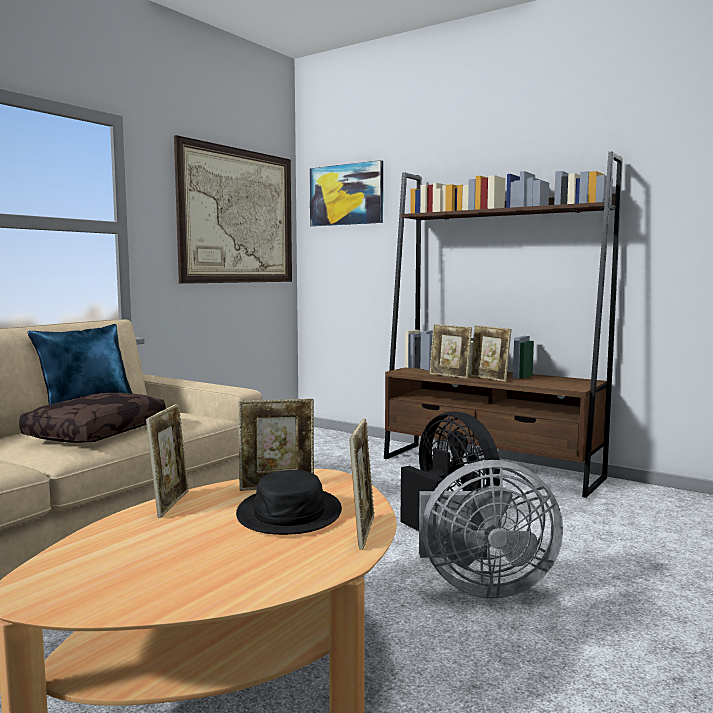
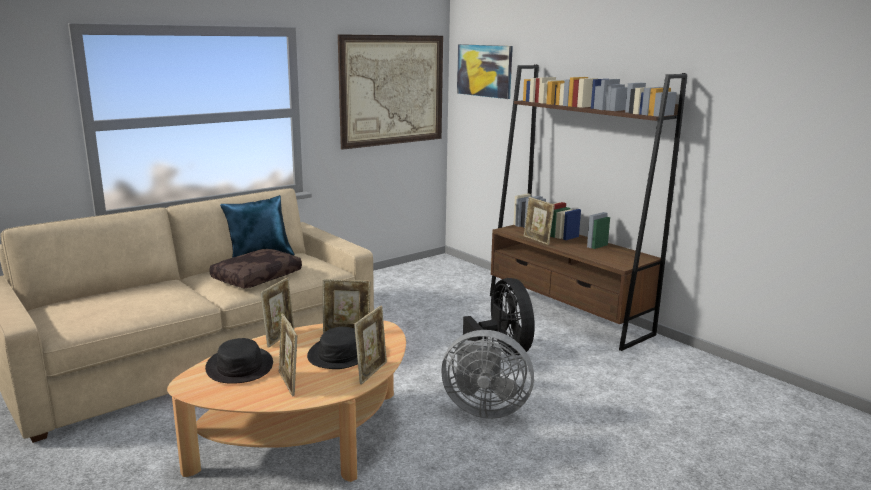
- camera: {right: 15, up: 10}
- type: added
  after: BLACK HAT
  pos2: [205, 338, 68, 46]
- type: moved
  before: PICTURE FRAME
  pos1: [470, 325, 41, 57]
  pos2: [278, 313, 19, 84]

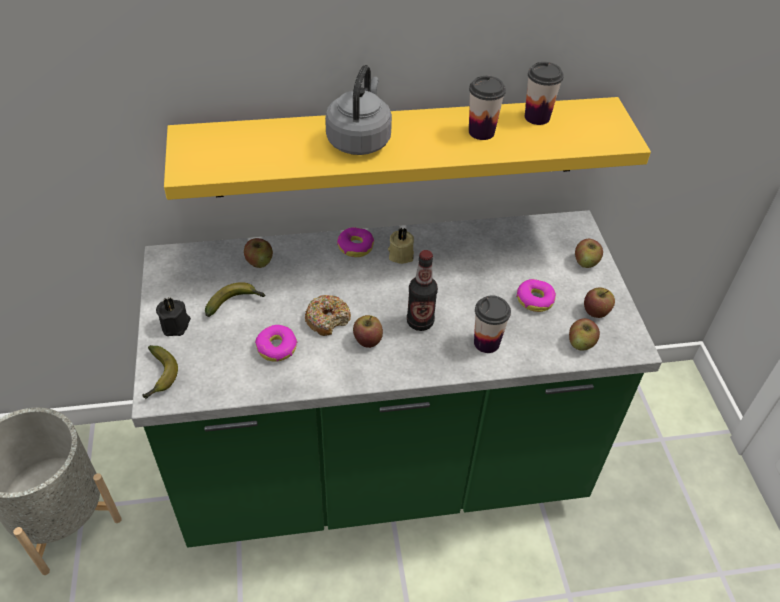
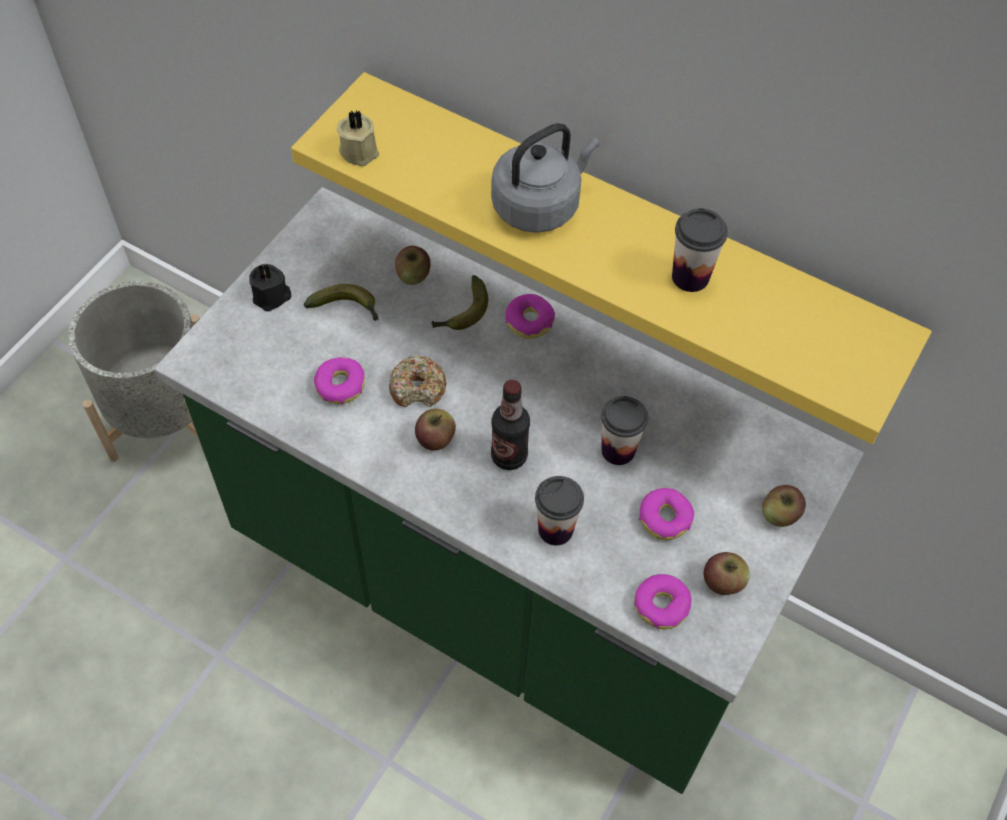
- camera: {right: 40, up: 10}
- type: moved
  before: BEIGE CANDLE
  pos1: [388, 228, 26, 36]
  pos2: [337, 110, 42, 57]
- type: moved
  before: BANANA
  pos1: [142, 345, 36, 54]
  pos2: [431, 275, 57, 55]
- type: moved
  before: CUP
  pos1: [525, 62, 39, 63]
  pos2: [601, 396, 47, 69]
- type: replaced
  before: APPLE
  after: DONUT
  pos1: [569, 318, 31, 32]
  pos2: [634, 574, 58, 56]

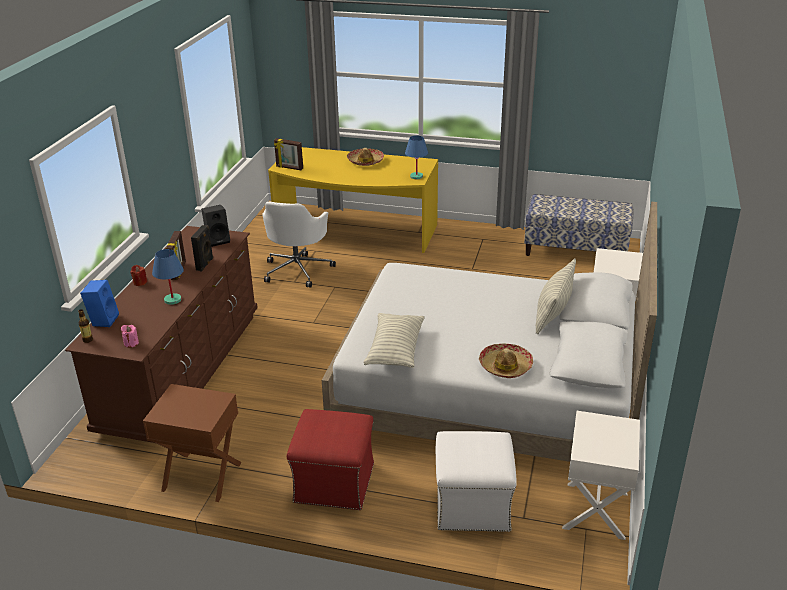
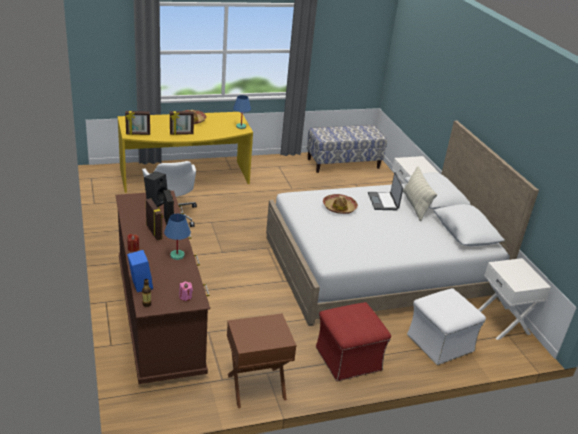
- camera: {right: -35, up: 0}
- type: added
  after: PICTURE FRAME
  pos2: [170, 111, 24, 24]
- type: moved
  before: HAT
  pos1: [479, 343, 54, 35]
  pos2: [323, 194, 35, 20]
- type: added
  after: LAPTOP
  pos2: [368, 172, 35, 38]
- type: removed
  before: PILLOW
  pos1: [364, 313, 61, 55]

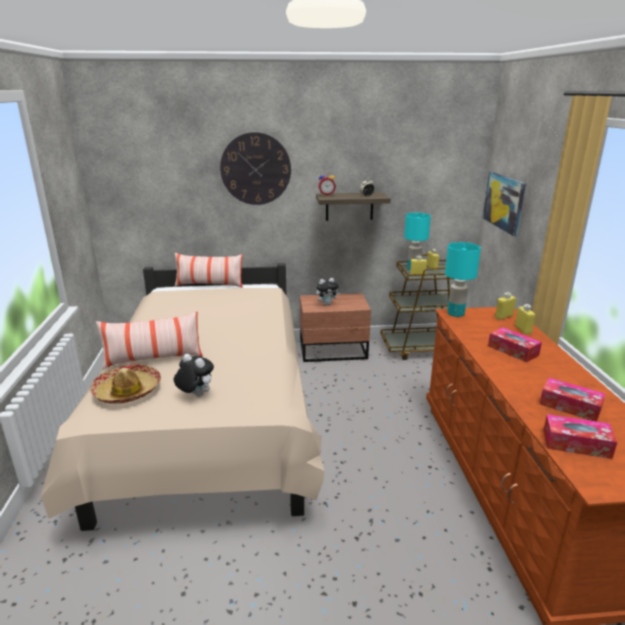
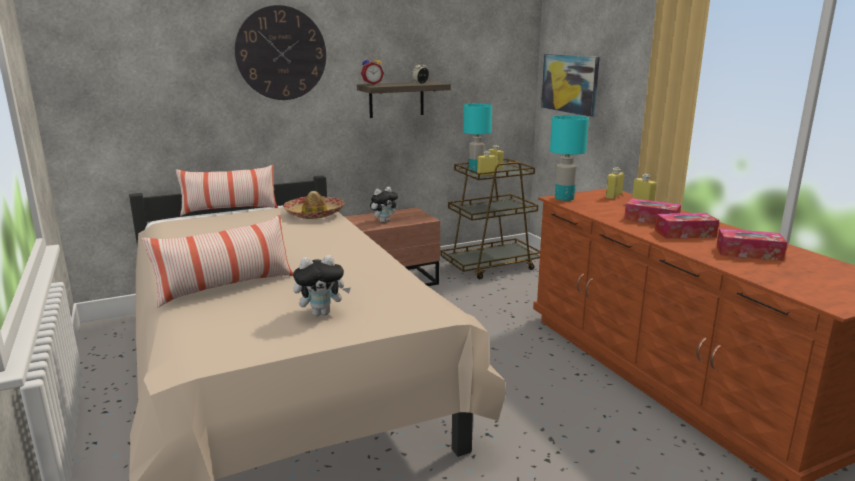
- camera: {right: -20, up: -5}
- type: moved
  before: HAT
  pos1: [90, 364, 71, 40]
  pos2: [283, 191, 62, 28]
- type: turned
  before: PLUSH TOY
  pos1: [174, 354, 40, 43]
  pos2: [293, 255, 58, 61]
  turn: 150
- type: moved
  before: TISSUE BOX
  pos1: [543, 414, 74, 45]
  pos2: [655, 213, 64, 26]

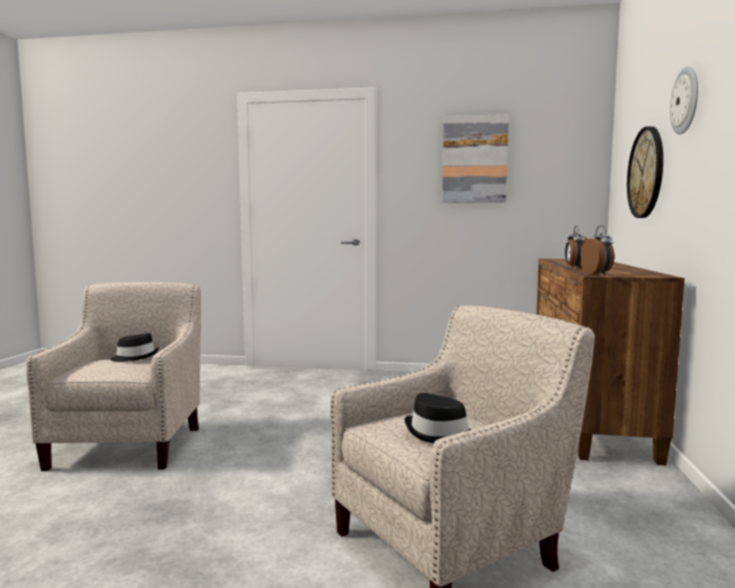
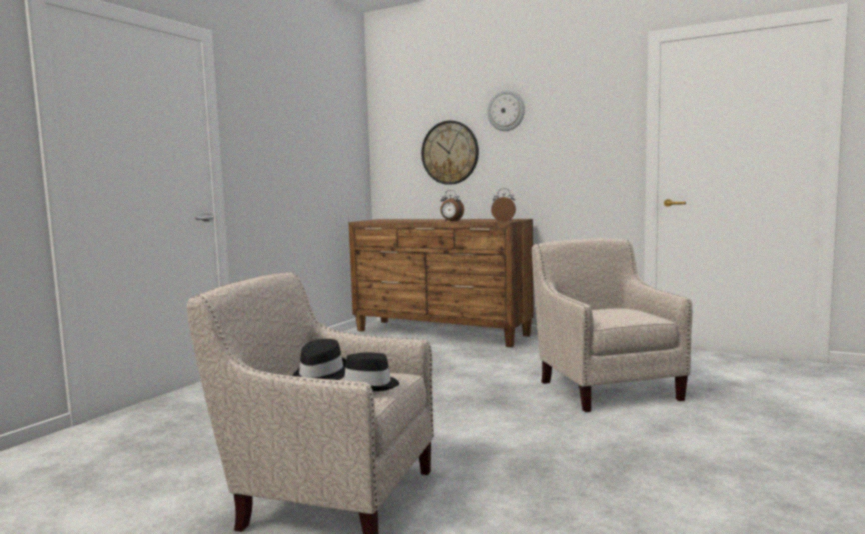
- camera: {right: -70, up: 0}
- type: moved
  before: BLACK HAT
  pos1: [404, 393, 67, 50]
  pos2: [344, 352, 55, 39]
- type: removed
  before: PICTURE
  pos1: [442, 114, 67, 89]

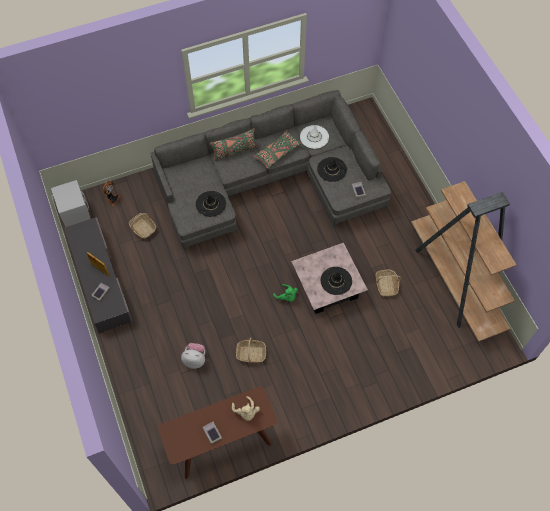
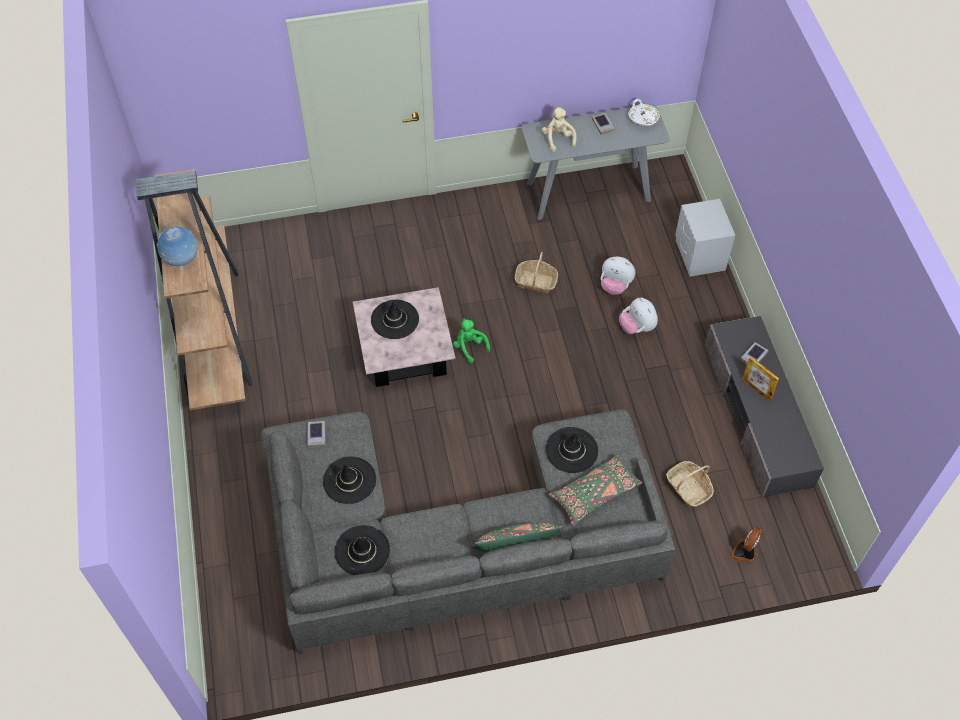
- camera: {right: -170, up: -5}
- type: added
  after: GLOBE
  pos2: [157, 226, 41, 40]
- type: recoloured
  before: WHITE HAT
  after: BLACK HAT
  pos1: [300, 125, 29, 24]
  pos2: [335, 525, 55, 50]
- type: recoloured
  before: BROWN CONSOLE TABLE
  after: GREY CONSOLE TABLE
  pos1: [158, 386, 119, 93]
  pos2: [522, 104, 148, 116]
- type: moved
  before: GREEN PILLOW
  pos1: [253, 130, 49, 39]
  pos2: [549, 455, 93, 71]
- type: added
  after: PLUSH TOY
  pos2: [619, 298, 39, 36]
- type: added
  after: WHITE BOWL
  pos2: [629, 99, 31, 27]
- type: moved
  before: GREY NIGHTSTAND
  pos1: [51, 180, 40, 47]
  pos2: [675, 199, 60, 78]
- type: removed
  before: BASKET
  pos1: [375, 269, 26, 27]

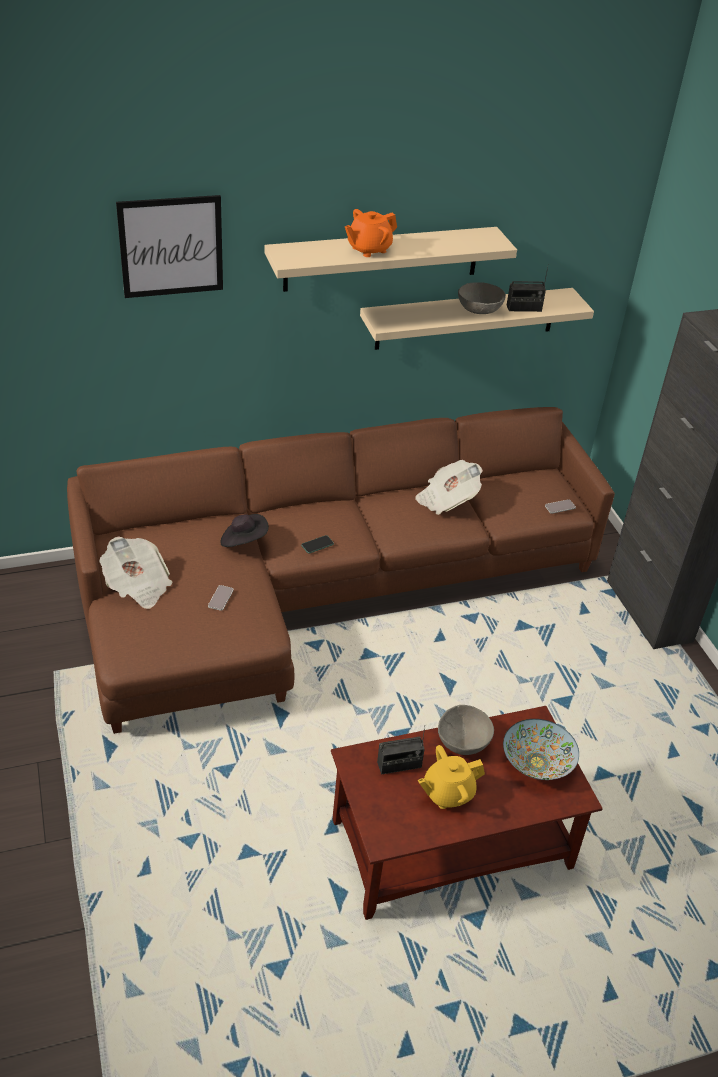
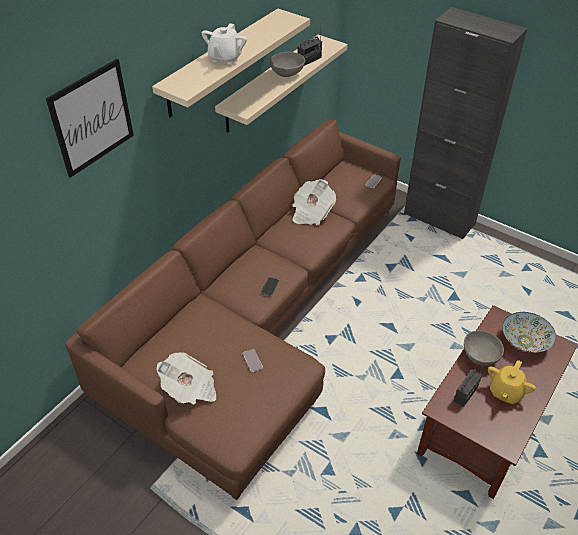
- camera: {right: -35, up: 5}
- type: recoloured
  before: ORANGE TEAPOT
  after: WHITE TEAPOT
  pos1: [345, 209, 52, 48]
  pos2: [202, 23, 45, 42]
- type: removed
  before: BLACK HAT
  pos1: [220, 514, 49, 33]

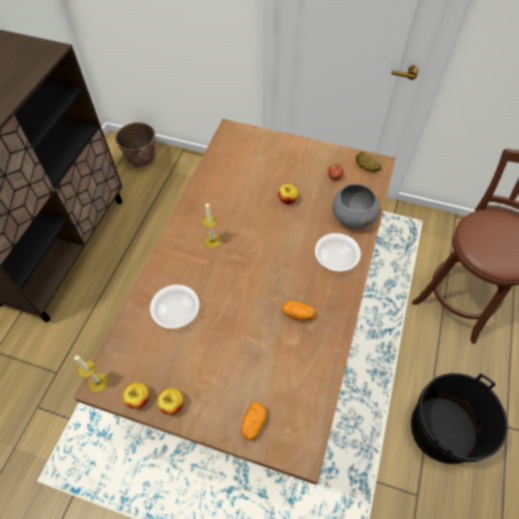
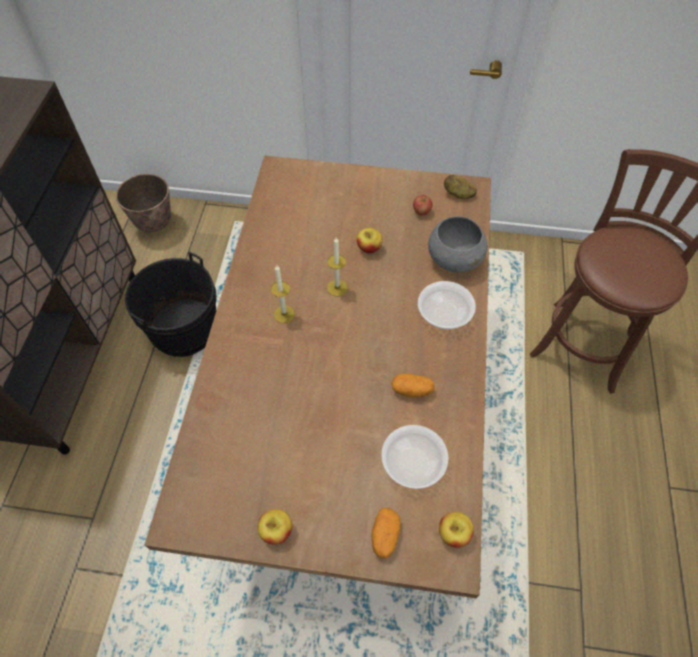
- camera: {right: -10, up: 0}
- type: moved
  before: BLACK BUCKET
  pos1: [411, 373, 97, 91]
  pos2: [125, 252, 92, 105]
- type: moved
  before: CANDLE
  pos1: [74, 355, 34, 37]
  pos2: [327, 237, 21, 59]
- type: moved
  before: BOWL
  pos1: [150, 285, 49, 44]
  pos2: [381, 425, 67, 64]
- type: moved
  before: APPLE
  pos1: [123, 382, 27, 27]
  pos2: [439, 512, 35, 35]

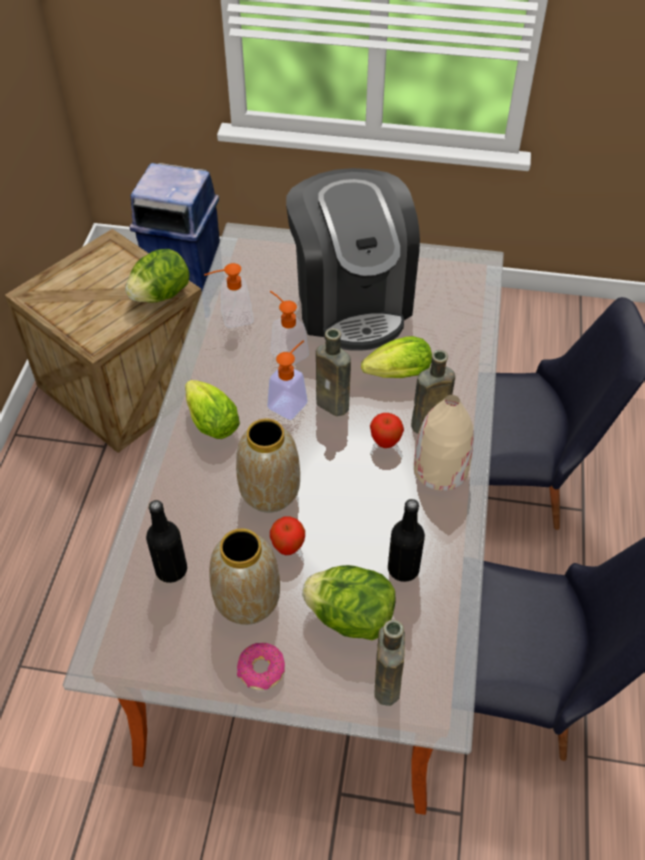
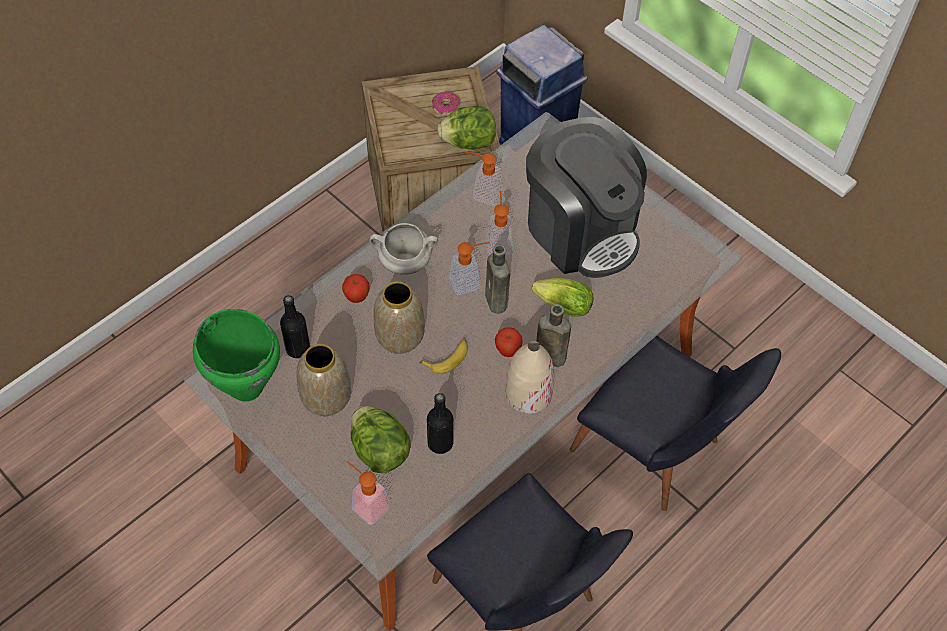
- camera: {right: 35, up: 5}
- type: added
  after: GREEN COOKING POT
  pos2: [193, 309, 87, 93]
- type: moved
  before: APPLE
  pos1: [270, 516, 35, 39]
  pos2: [342, 274, 28, 29]
- type: replaced
  before: BROWN BOTTLE
  after: SOAP DISPENSER
  pos1: [374, 620, 31, 86]
  pos2: [347, 461, 44, 64]
- type: replaced
  before: LETTUCE
  after: WHITE COOKING POT
  pos1: [185, 380, 55, 59]
  pos2: [369, 223, 69, 52]
- type: added
  after: BANANA
  pos2: [420, 340, 48, 34]
- type: moved
  before: DONUT
  pos1: [237, 643, 48, 47]
  pos2: [432, 92, 28, 24]
- type: turned
  before: COFFEE MACHINE
  pos1: [286, 168, 134, 183]
  pos2: [526, 117, 121, 161]
  turn: -60

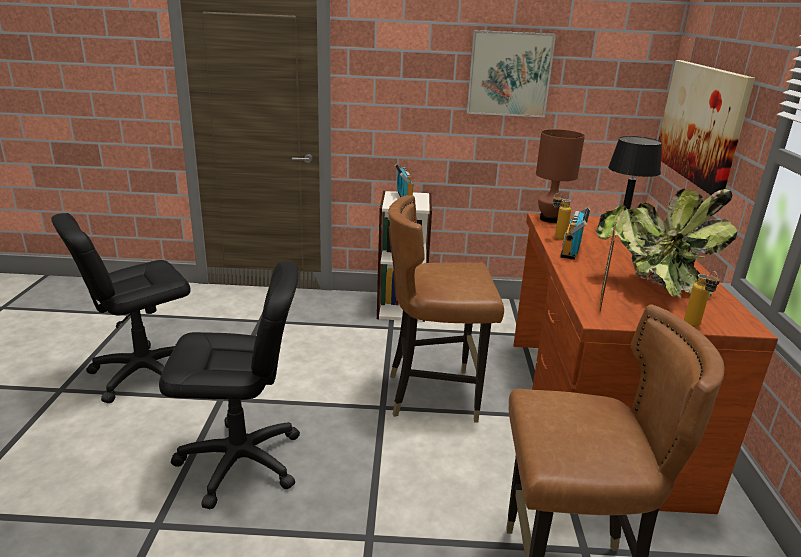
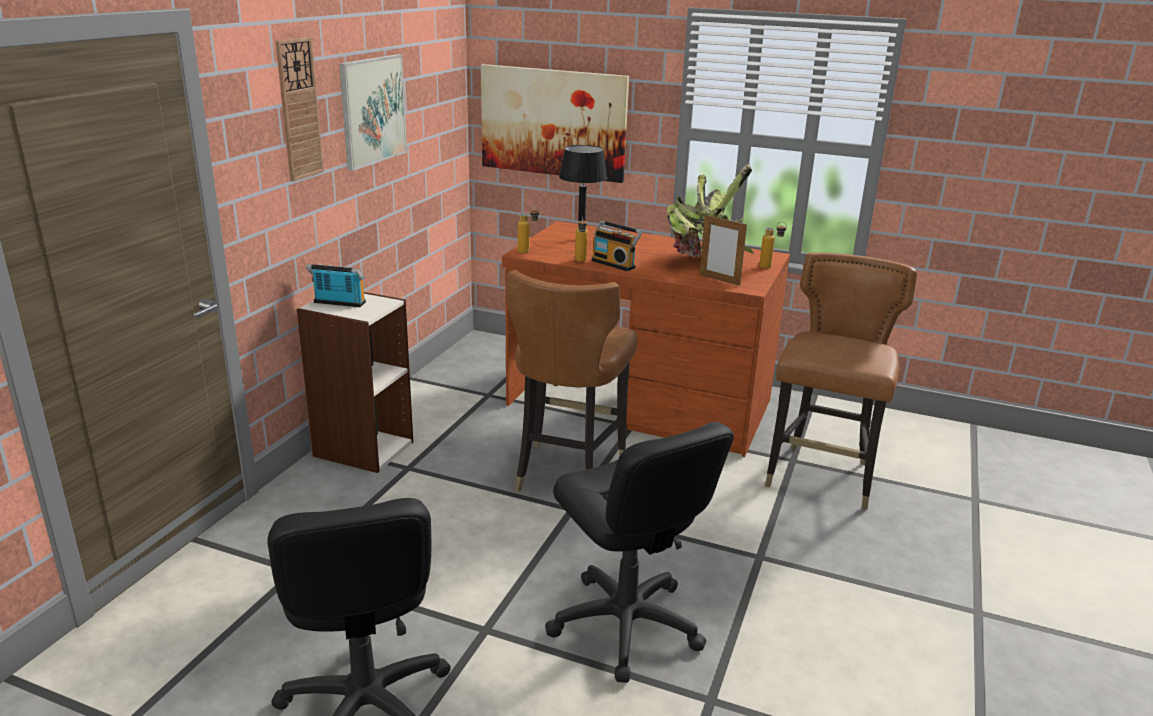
- camera: {right: -70, up: 0}
- type: added
  after: WALL CLOCK
  pos2: [275, 37, 49, 145]
- type: replaced
  before: BROWN TABLE LAMP
  after: BOTTLE
  pos1: [536, 129, 49, 94]
  pos2: [518, 206, 22, 48]
- type: turned
  before: BLACK OFFICE CHAIR
  pos1: [159, 262, 141, 248]
  pos2: [545, 422, 189, 261]
  turn: 135

